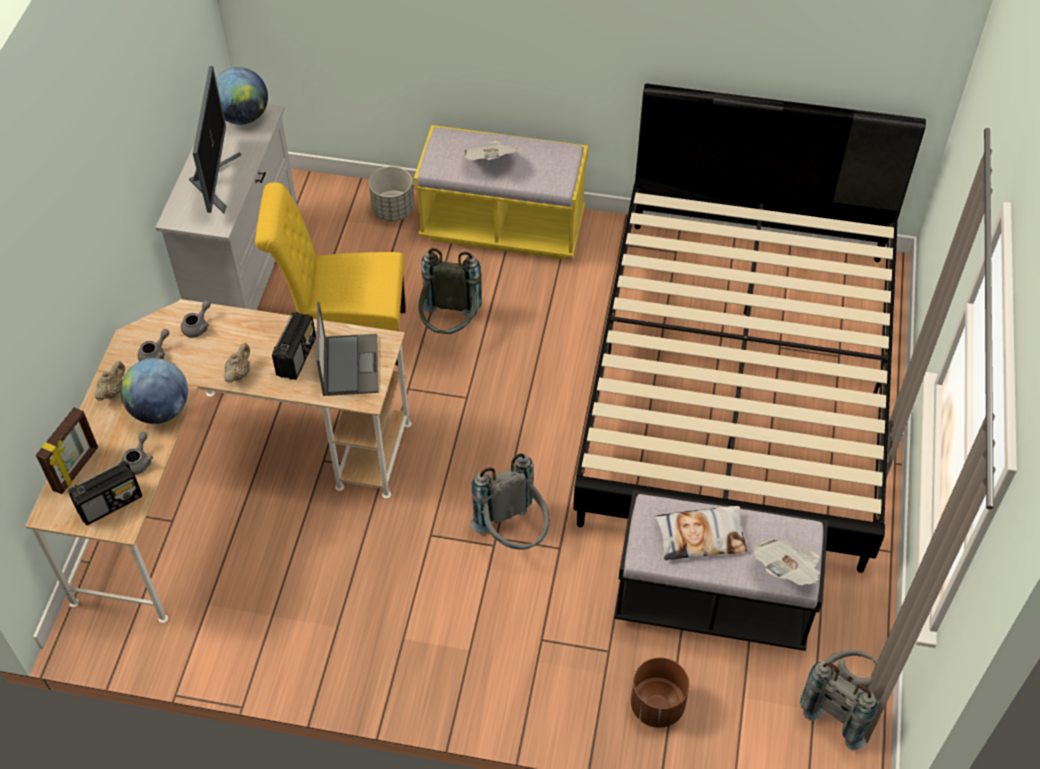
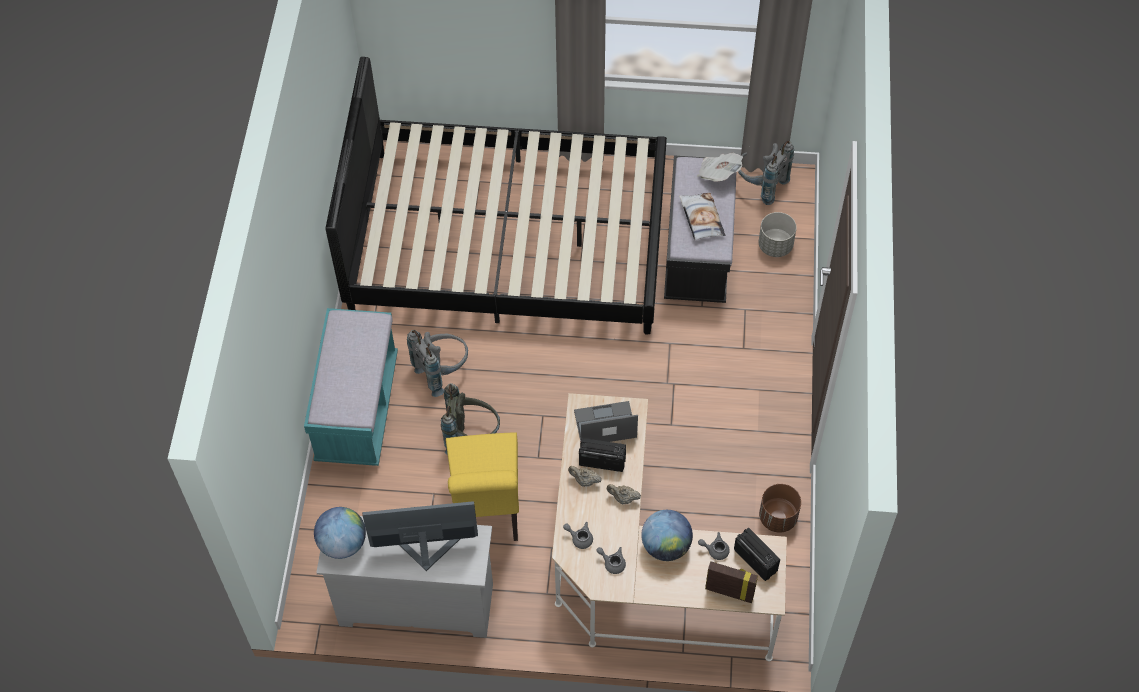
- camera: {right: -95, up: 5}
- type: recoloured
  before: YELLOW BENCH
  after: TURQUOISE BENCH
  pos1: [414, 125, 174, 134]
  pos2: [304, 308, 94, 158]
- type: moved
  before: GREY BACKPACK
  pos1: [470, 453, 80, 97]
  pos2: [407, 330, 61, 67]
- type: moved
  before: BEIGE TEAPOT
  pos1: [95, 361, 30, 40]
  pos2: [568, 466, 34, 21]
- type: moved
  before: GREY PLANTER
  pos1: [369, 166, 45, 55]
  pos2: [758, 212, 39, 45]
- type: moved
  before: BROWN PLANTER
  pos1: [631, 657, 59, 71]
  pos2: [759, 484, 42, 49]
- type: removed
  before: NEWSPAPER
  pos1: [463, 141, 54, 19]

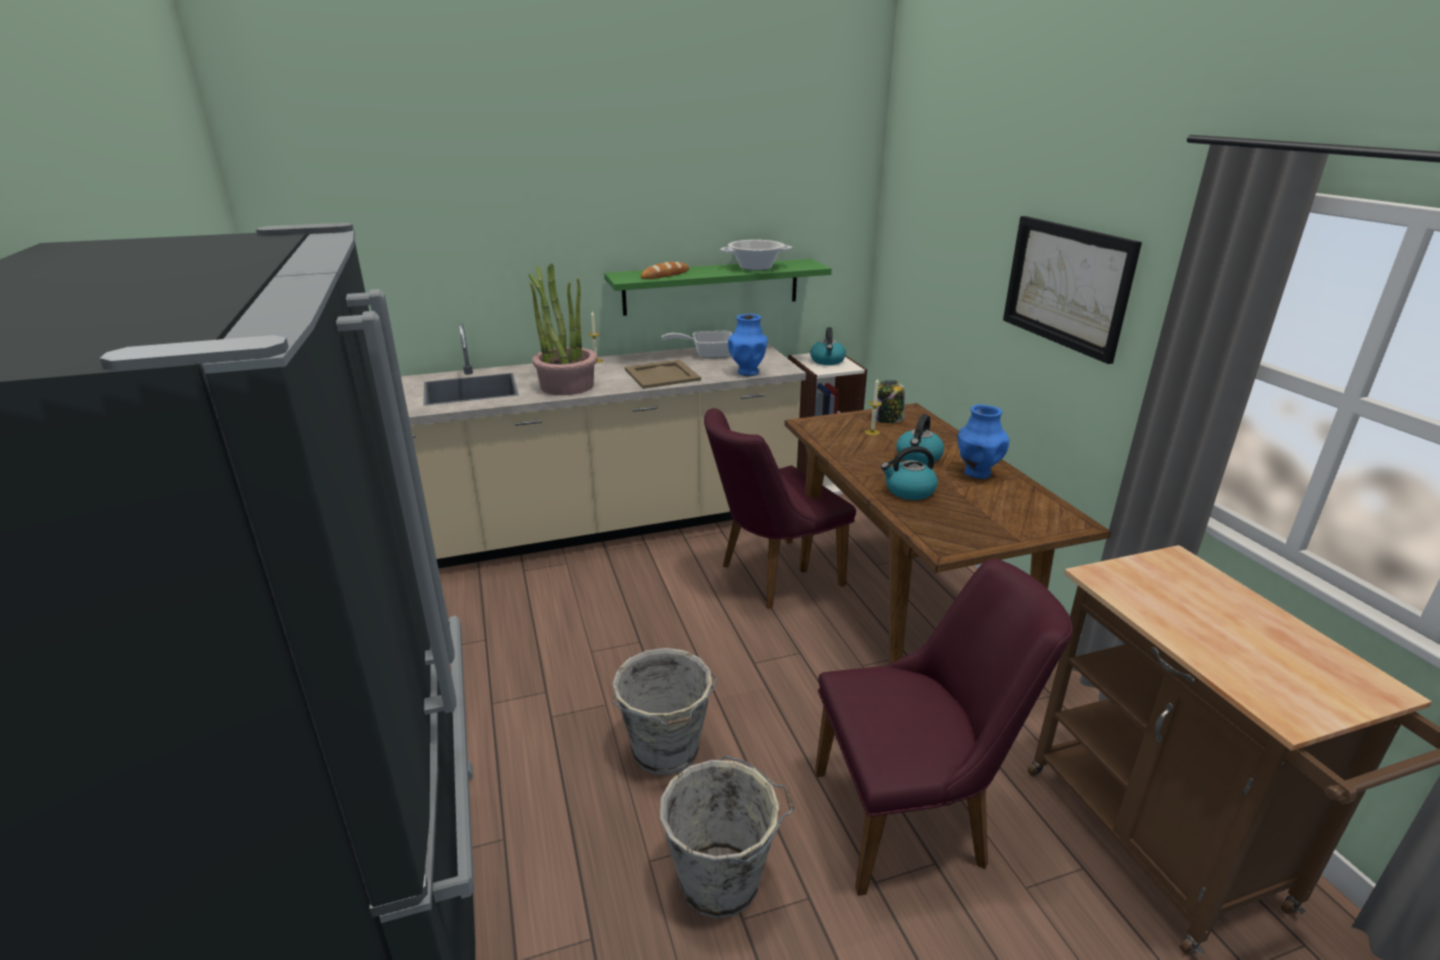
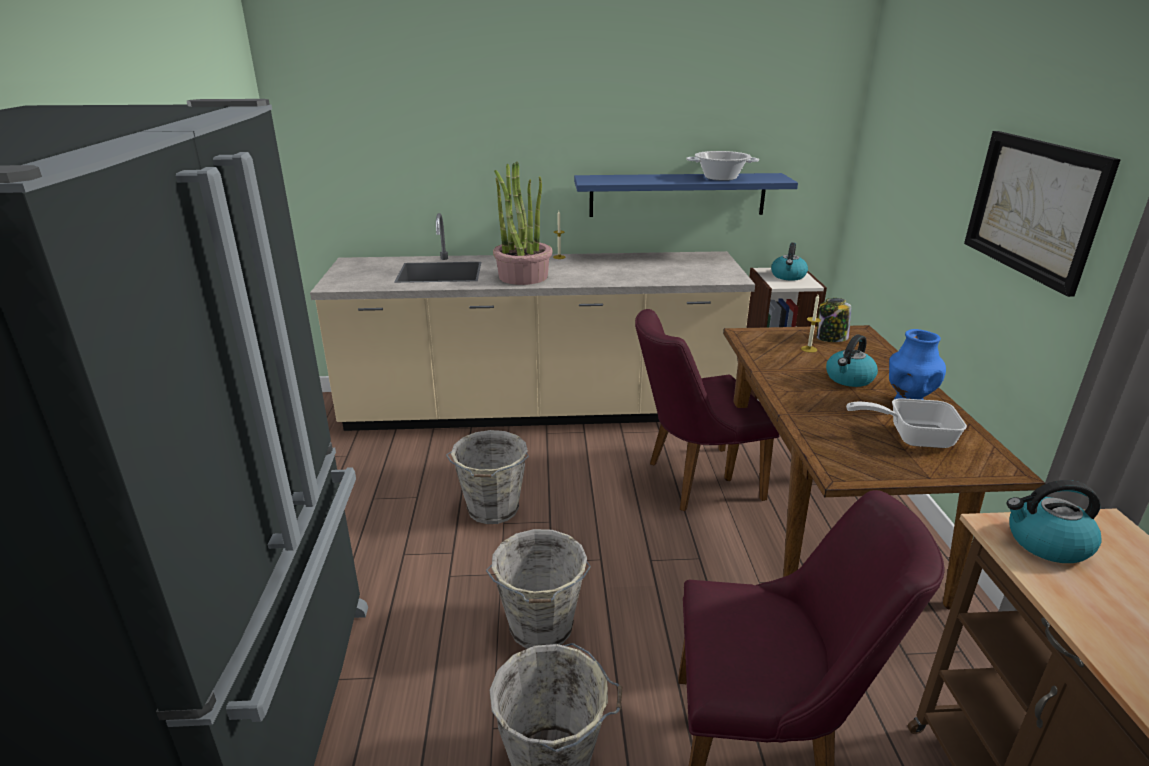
- camera: {right: 15, up: 0}
- type: added
  after: GREY BUCKET
  pos2: [446, 430, 83, 94]
- type: recoloured
  before: GREEN SHELF
  after: BLUE SHELF
  pos1: [604, 259, 228, 57]
  pos2: [574, 173, 224, 44]
- type: moved
  before: FRYING PAN
  pos1: [662, 331, 70, 27]
  pos2: [846, 398, 121, 50]
- type: moved
  before: KETTLE
  pos1: [881, 446, 57, 54]
  pos2: [1007, 480, 95, 83]
- type: removed
  before: BEIGE TRAY
  pos1: [625, 360, 76, 29]
- type: removed
  before: BREAD
  pos1: [641, 262, 48, 17]
- type: removed
  before: BLUE VASE
  pos1: [728, 314, 40, 62]

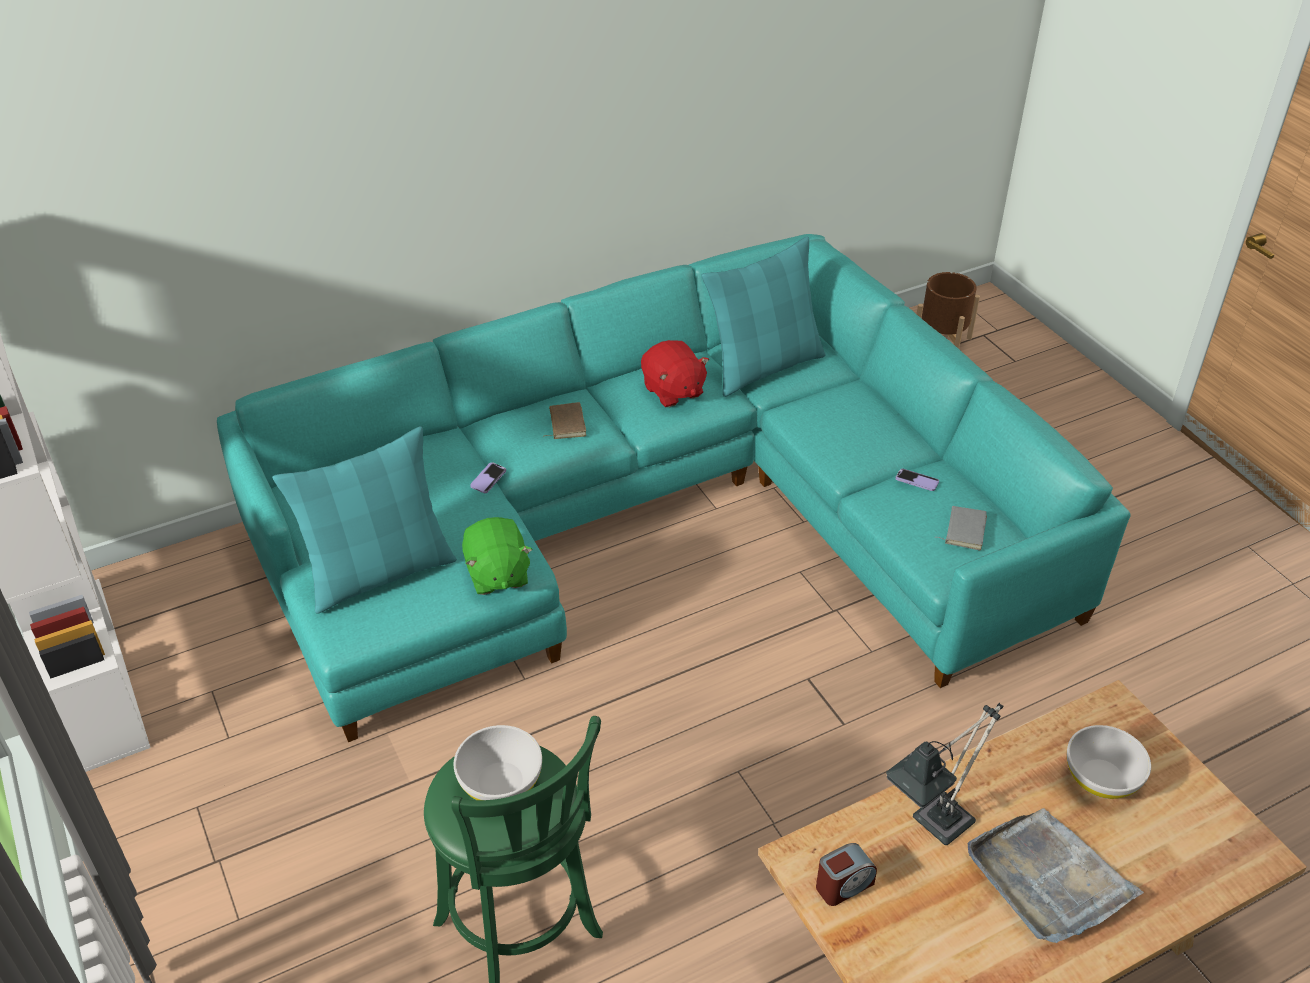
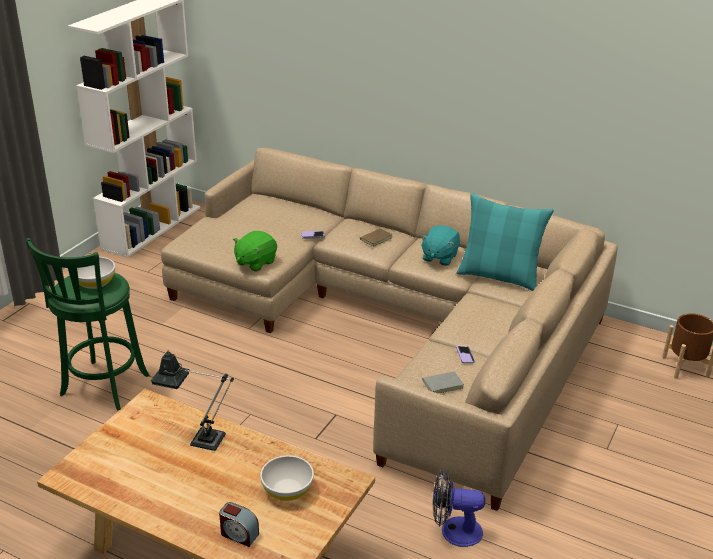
- camera: {right: 55, up: -10}
- type: recoloured
  before: TURQUOISE SOFA
  after: BEIGE SOFA
  pos1: [217, 234, 914, 508]
  pos2: [161, 148, 457, 363]
- type: moved
  before: ALARM CLOCK
  pos1: [816, 843, 61, 63]
  pos2: [219, 502, 40, 45]
- type: recoloured
  before: RED PLUSH TOY
  after: TURQUOISE PLUSH TOY
  pos1: [641, 340, 68, 67]
  pos2: [420, 225, 40, 41]
- type: added
  after: FAN
  pos2: [433, 470, 52, 77]
- type: removed
  before: TURQUOISE PILLOW
  pos1: [272, 426, 185, 187]
- type: removed
  before: GREY TRAY
  pos1: [968, 808, 176, 135]

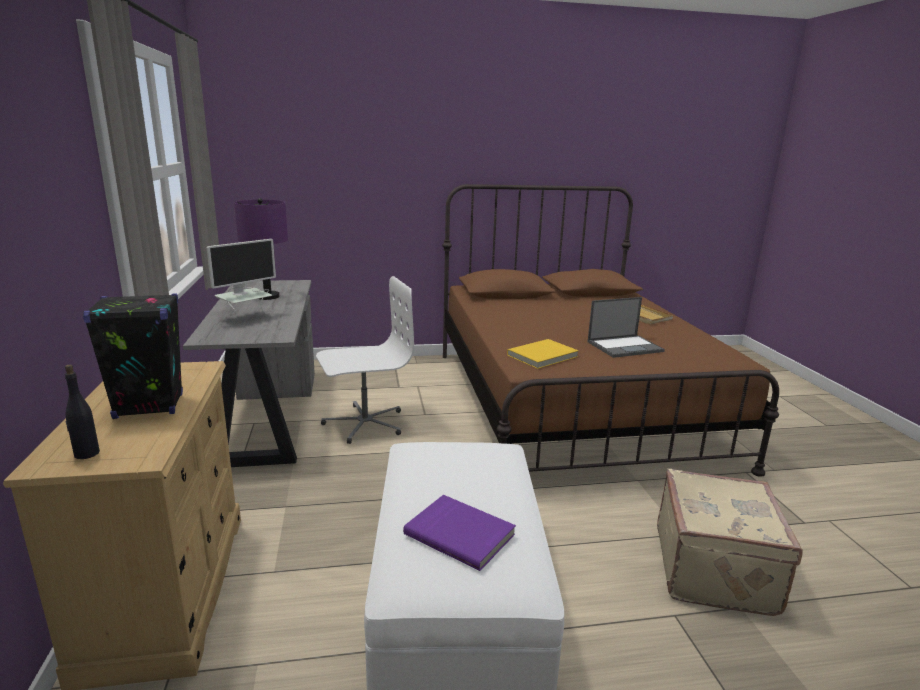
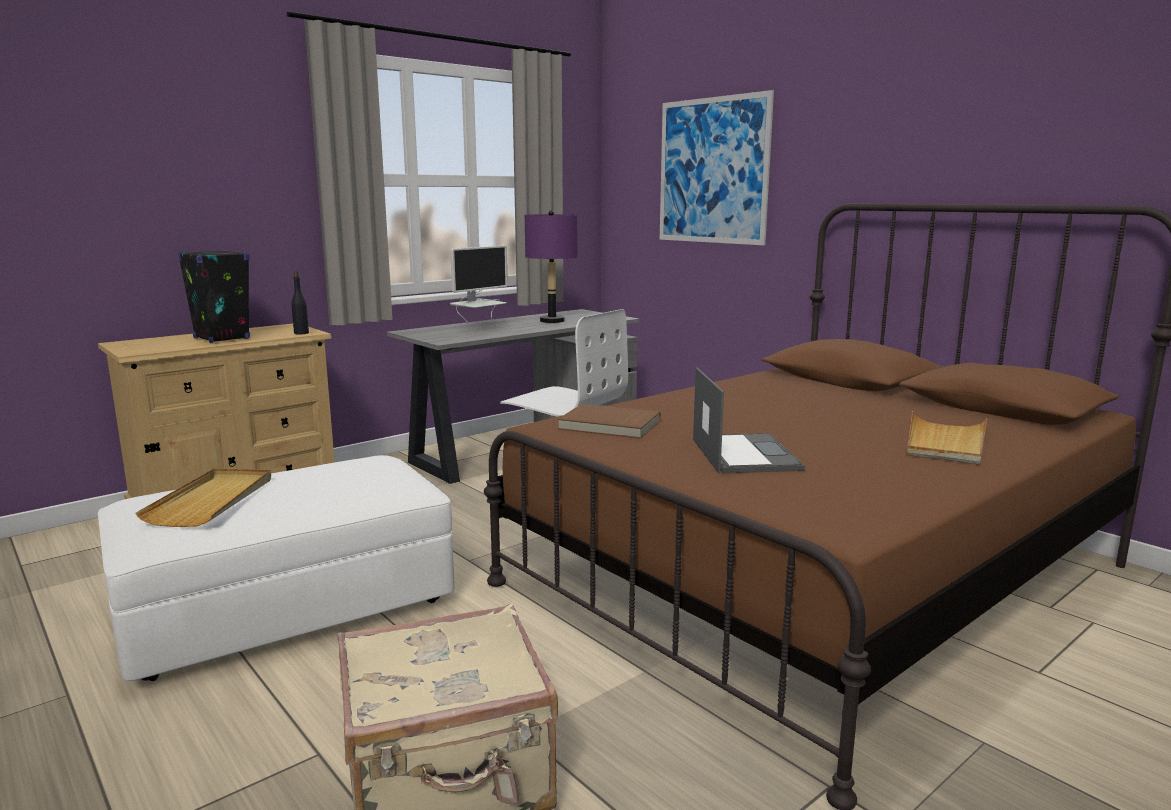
- camera: {right: 60, up: -5}
- type: replaced
  before: PURPLE BOOK
  after: BEIGE TRAY
  pos1: [403, 495, 113, 76]
  pos2: [135, 468, 136, 59]
- type: moved
  before: BLACK BOTTLE
  pos1: [65, 365, 35, 94]
  pos2: [291, 271, 18, 63]
- type: turned
  before: MONITOR
  pos1: [207, 239, 69, 75]
  pos2: [450, 246, 58, 79]
  turn: -60
- type: recoloured
  before: YELLOW BOOK
  after: BROWN BOOK
  pos1: [507, 339, 72, 30]
  pos2: [558, 404, 103, 34]
- type: added
  after: PICTURE
  pos2: [660, 90, 114, 155]
- type: turned
  before: LAPTOP
  pos1: [588, 297, 77, 61]
  pos2: [693, 368, 112, 105]
  turn: -135

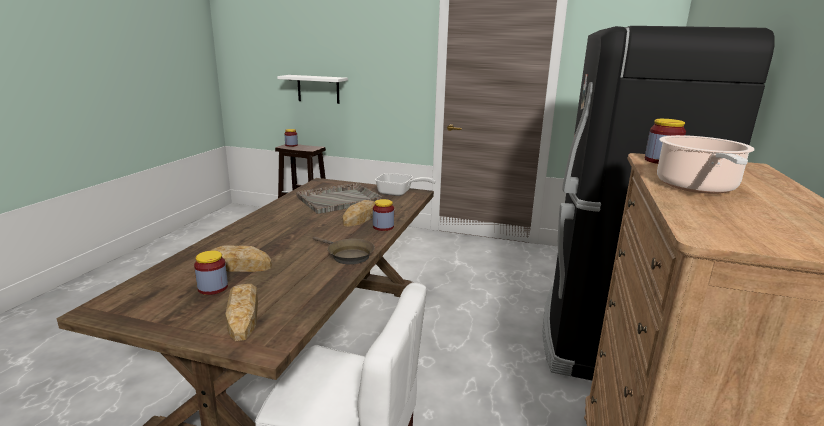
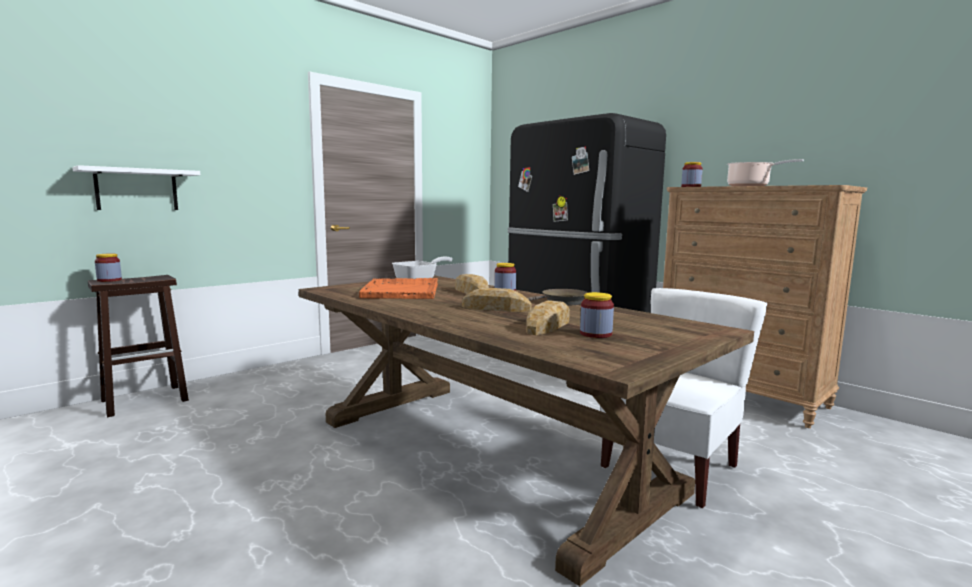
- camera: {right: -60, up: -10}
- type: recoloured
  before: GREY TRAY
  after: ORANGE TRAY
  pos1: [296, 183, 86, 31]
  pos2: [359, 278, 79, 21]
- type: moved
  before: BREAD
  pos1: [225, 284, 33, 57]
  pos2: [462, 287, 70, 25]

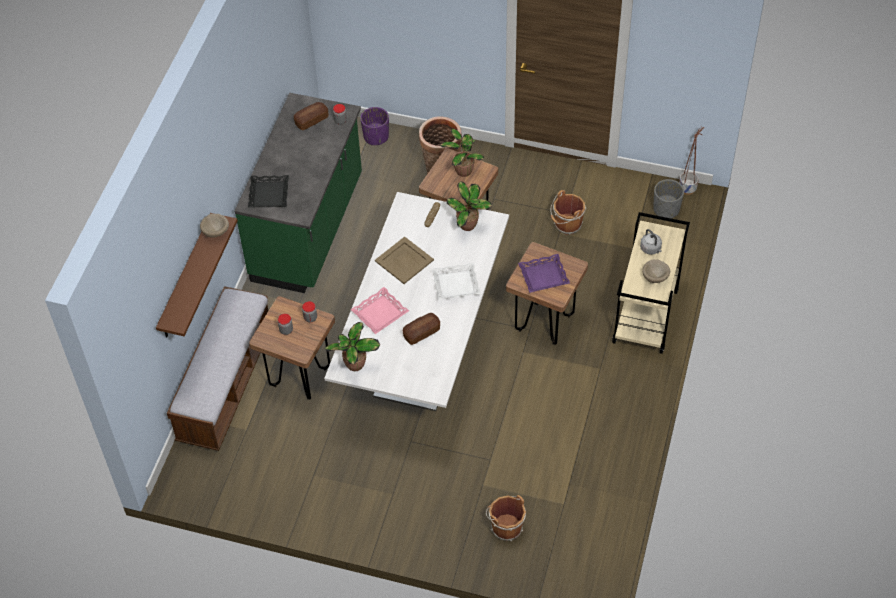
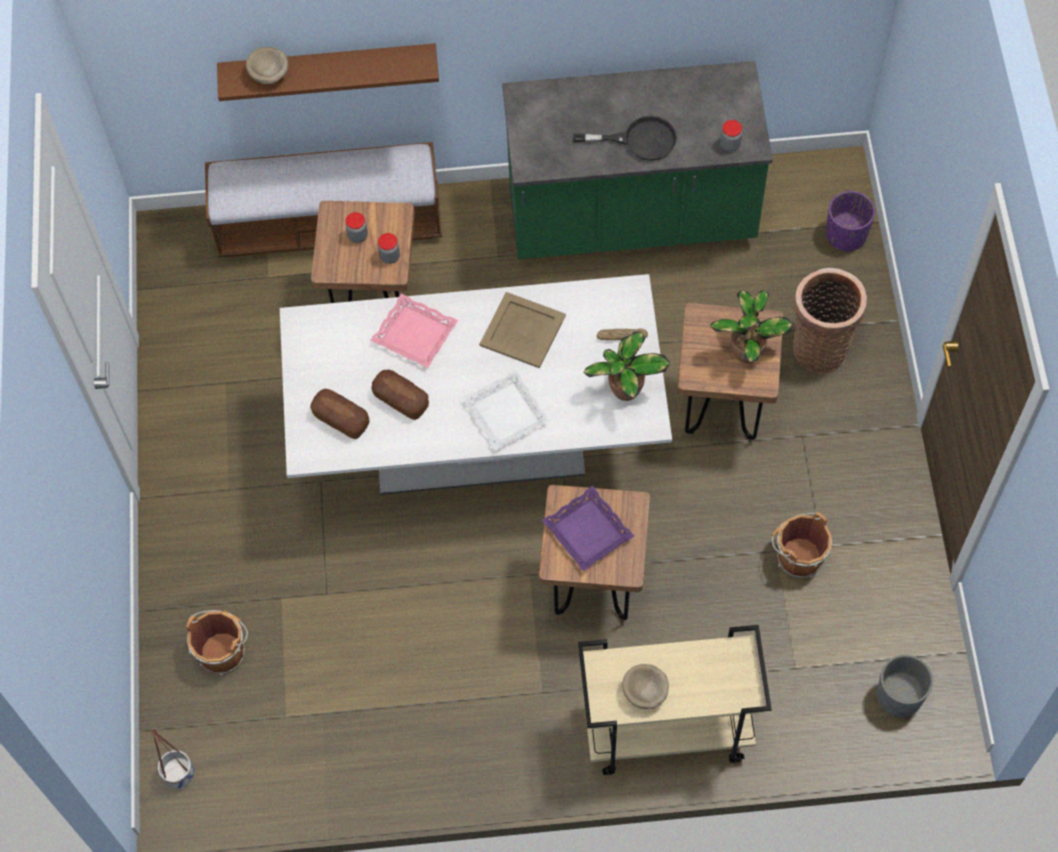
- camera: {right: 70, up: 10}
- type: moved
  before: PLANTER
  pos1: [679, 127, 25, 68]
  pos2: [151, 729, 43, 59]
- type: moved
  before: BEIGE BOWL
  pos1: [200, 214, 29, 24]
  pos2: [246, 47, 42, 37]
- type: moved
  before: BREAD
  pos1: [294, 102, 35, 28]
  pos2: [310, 389, 59, 50]
- type: added
  after: BLACK FRYING PAN
  pos2: [573, 116, 104, 45]
- type: removed
  before: BLACK TRAY
  pos1: [248, 175, 41, 33]
- type: removed
  before: POTTED PLANT
  pos1: [325, 322, 55, 49]
- type: removed
  before: GREY KETTLE
  pos1: [640, 229, 22, 26]

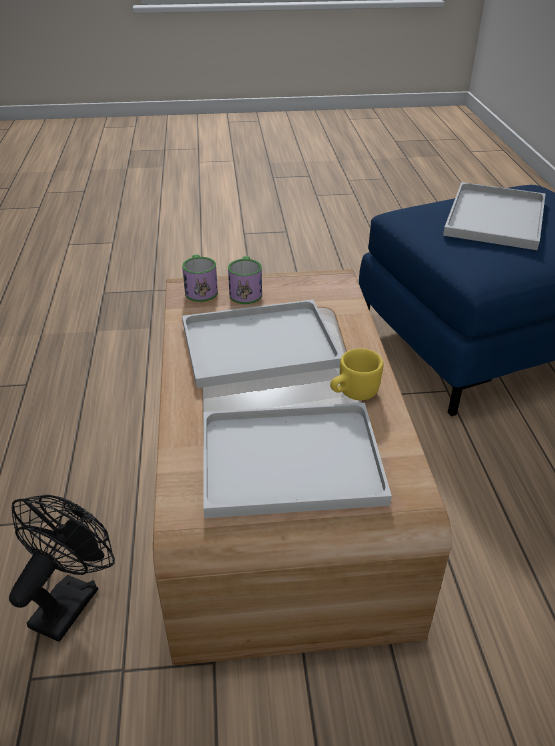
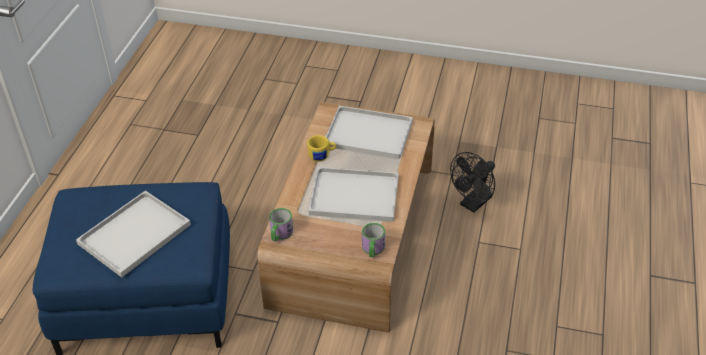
- camera: {right: -160, up: 5}
- type: moved
  before: MUG
  pos1: [228, 256, 34, 48]
  pos2: [269, 208, 24, 33]

